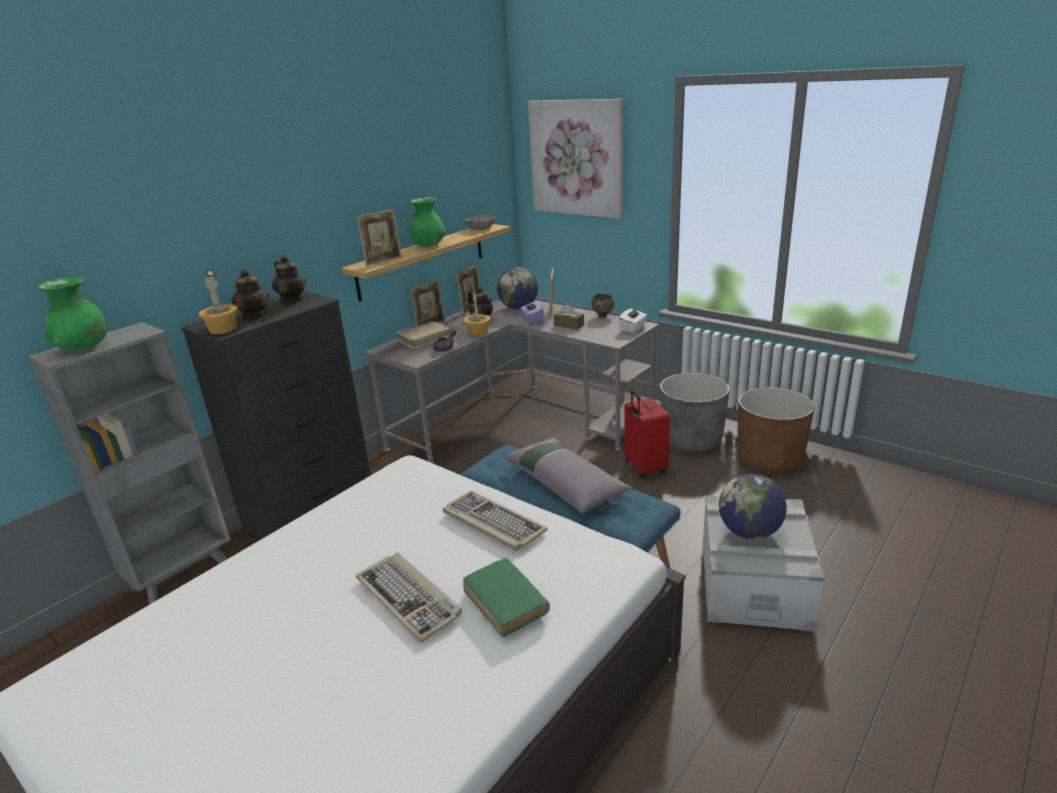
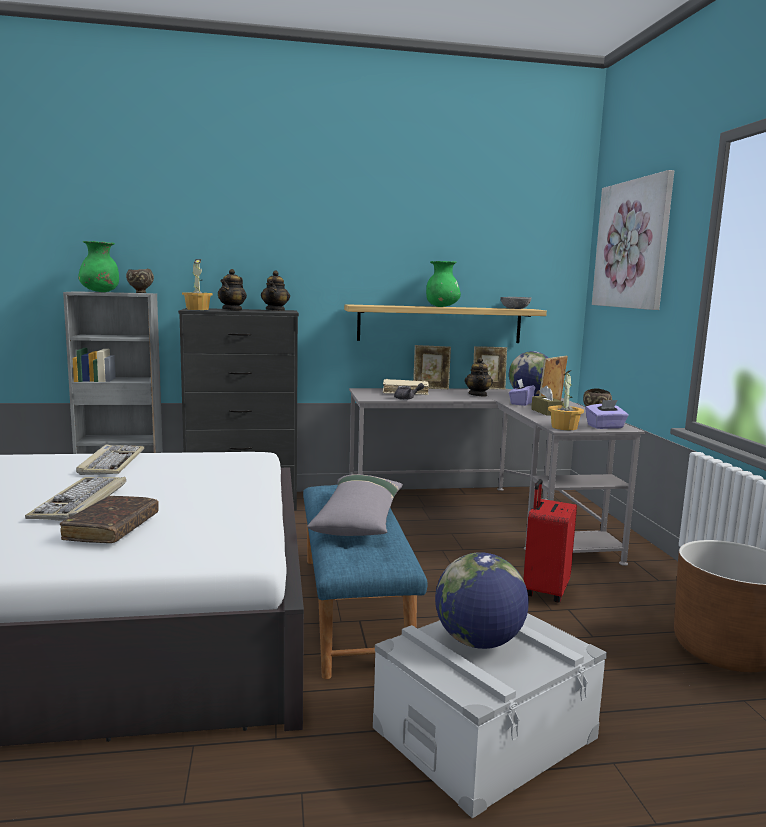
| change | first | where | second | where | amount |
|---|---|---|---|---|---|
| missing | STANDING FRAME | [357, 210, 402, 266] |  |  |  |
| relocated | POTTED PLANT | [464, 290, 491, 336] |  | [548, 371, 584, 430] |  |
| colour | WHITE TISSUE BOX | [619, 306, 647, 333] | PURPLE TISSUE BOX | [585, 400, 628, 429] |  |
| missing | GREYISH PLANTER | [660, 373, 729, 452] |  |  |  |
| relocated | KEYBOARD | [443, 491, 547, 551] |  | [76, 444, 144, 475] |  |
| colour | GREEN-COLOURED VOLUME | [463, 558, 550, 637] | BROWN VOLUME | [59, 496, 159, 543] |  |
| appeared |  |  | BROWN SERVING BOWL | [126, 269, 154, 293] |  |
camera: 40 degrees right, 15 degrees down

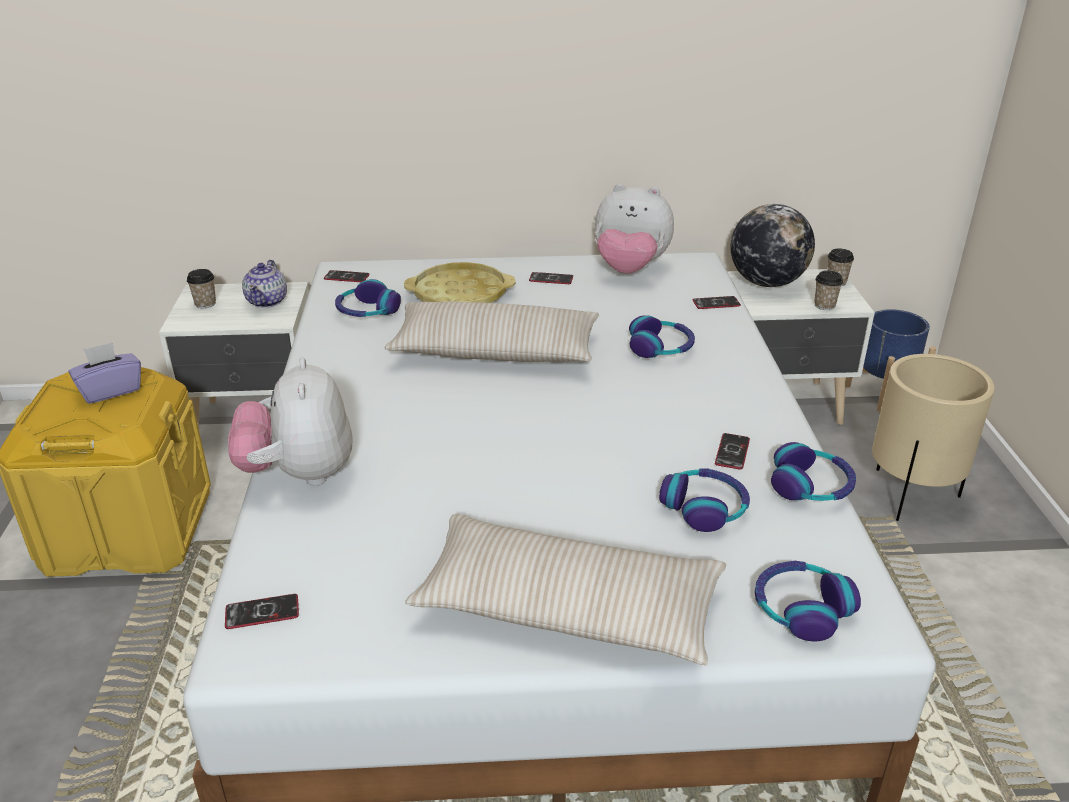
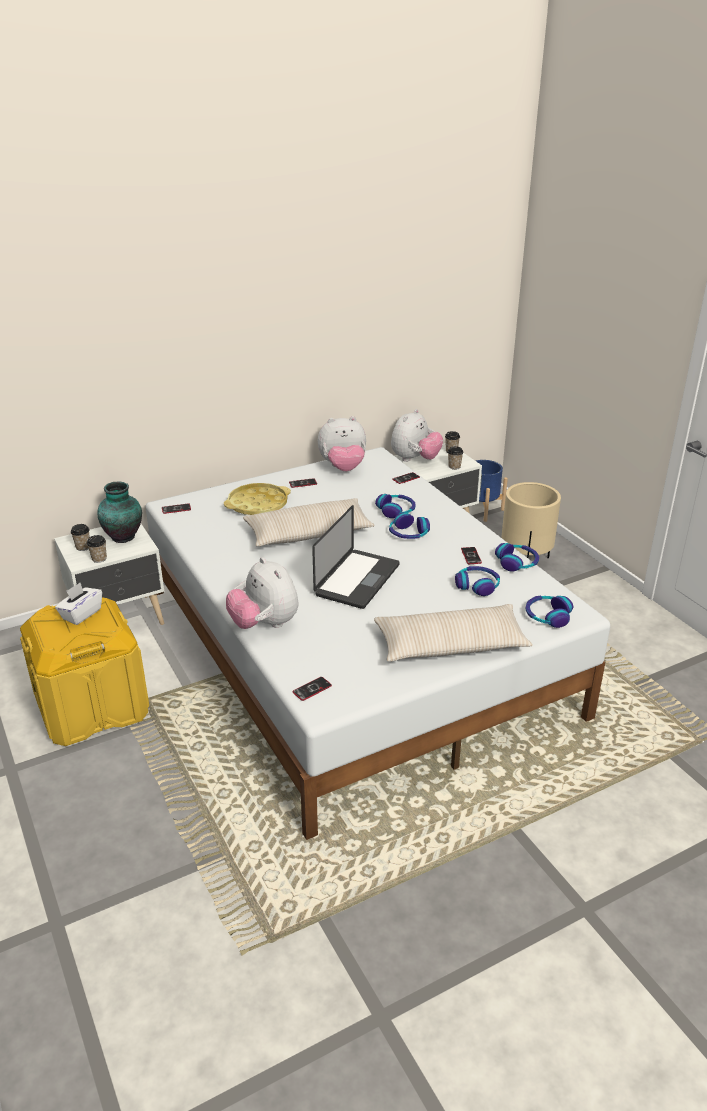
| change | first | where | second | where | amount |
|---|---|---|---|---|---|
| exchanged | GLOBE | [731, 204, 815, 287] | SOFT TOY | [391, 409, 443, 462] |  |
| exchanged | POT FOR TEA | [242, 260, 287, 308] | DECORATIVE VASE | [97, 481, 142, 543] |  |
| relocated | PAIR OF HEADPHONES | [335, 279, 401, 317] |  | [389, 513, 430, 539] |  |
| colour | PURPLE TISSUE BOX | [69, 342, 141, 404] | WHITE TISSUE BOX | [55, 583, 102, 625] |  |
| appeared |  |  | NOTEBOOK COMPUTER | [312, 505, 400, 609] |  |
| appeared |  |  | SMALL CUP | [87, 535, 107, 563] |  |
camera: 25 degrees left, 0 degrees up

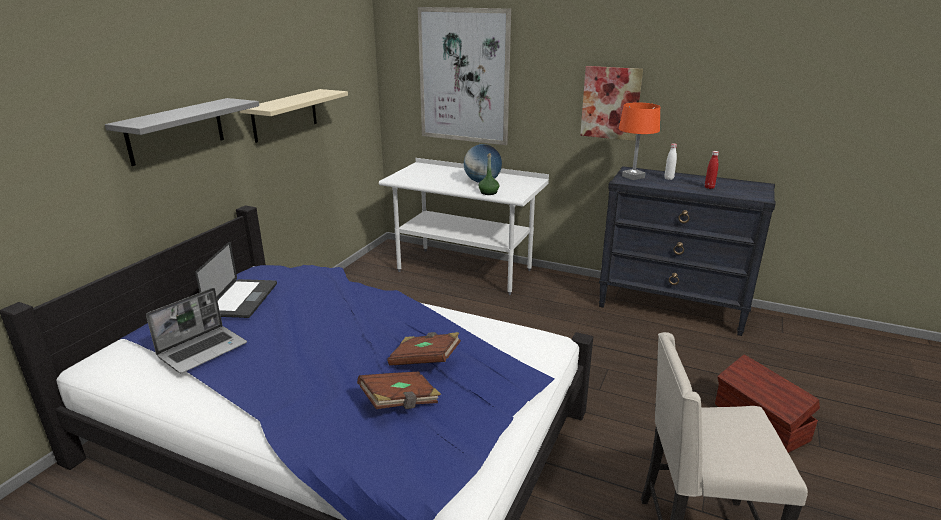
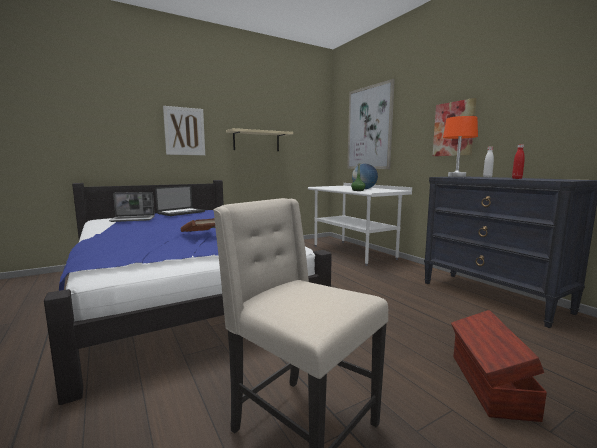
| change | first | where | second | where | amount |
|---|---|---|---|---|---|
| exchanged | GREYISH WALL SHELF | [105, 98, 259, 166] | PICTURE | [163, 106, 205, 155] |  |
| missing | BROWN VOLUME | [357, 372, 441, 409] |  |  |  |
camera: 35 degrees right, 15 degrees down

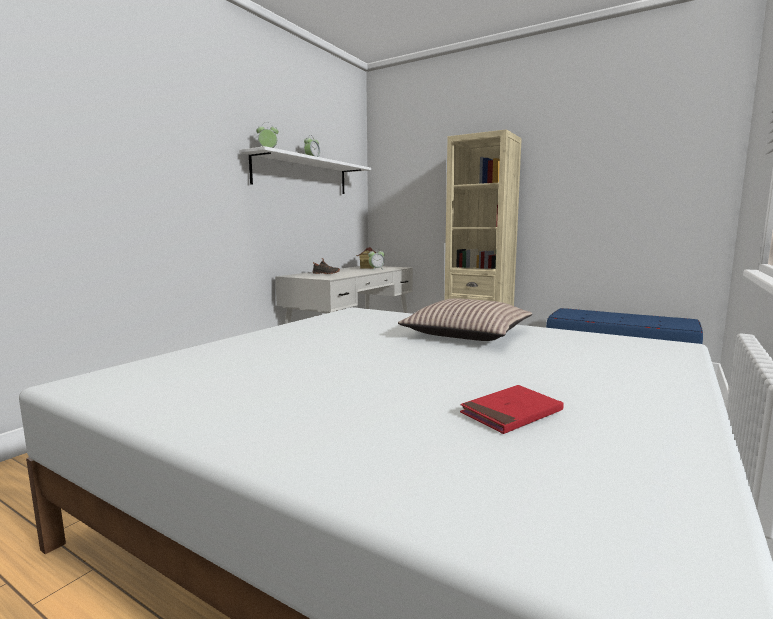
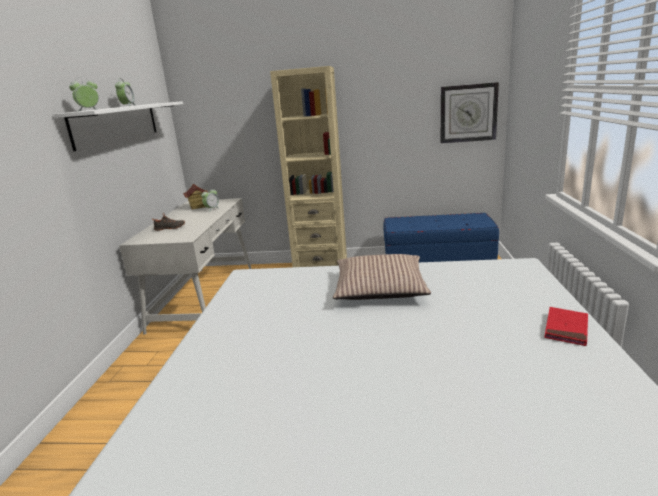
| change | first | where | second | where | amount |
|---|---|---|---|---|---|
| relocated | RED VOLUME | [460, 385, 564, 434] |  | [544, 307, 588, 346] |  |
| appeared |  |  | HANGING CLOCK | [441, 82, 499, 143] |  |
camera: 25 degrees left, 10 degrees up

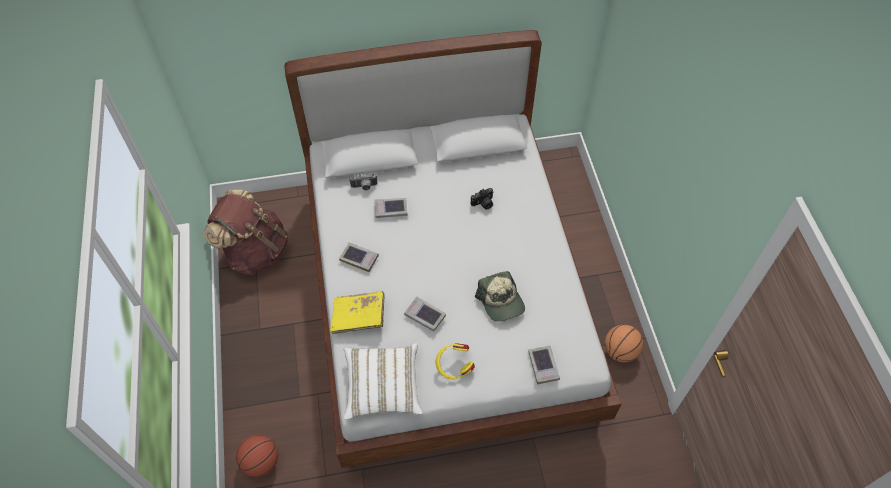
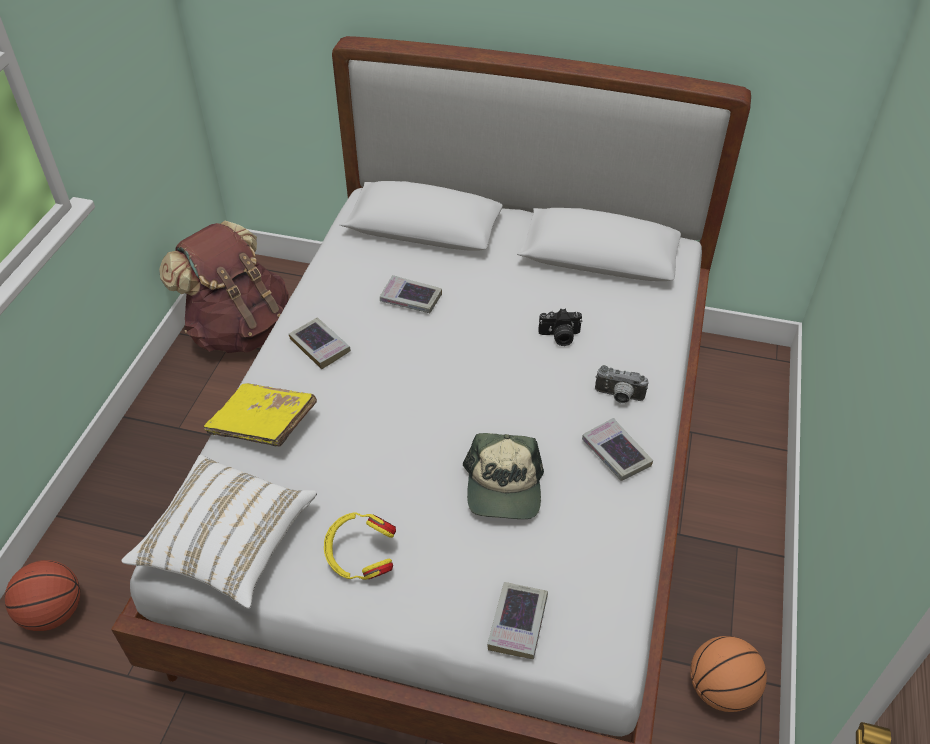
| change | first | where | second | where | amount |
|---|---|---|---|---|---|
| relocated | STILL CAMERA | [350, 172, 377, 190] |  | [595, 365, 649, 404] |  |
| relocated | VOLUME | [404, 296, 446, 332] |  | [582, 418, 653, 481] |  |
camera: 25 degrees right, 10 degrees down

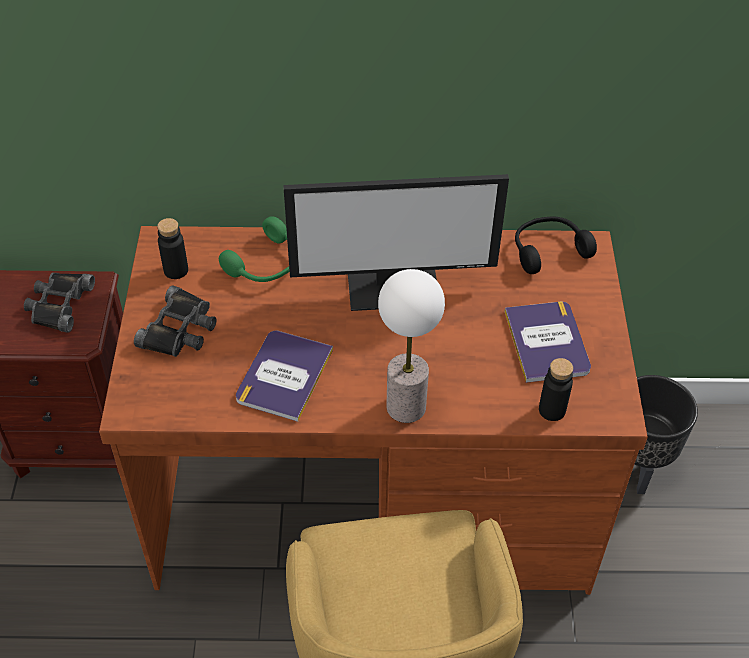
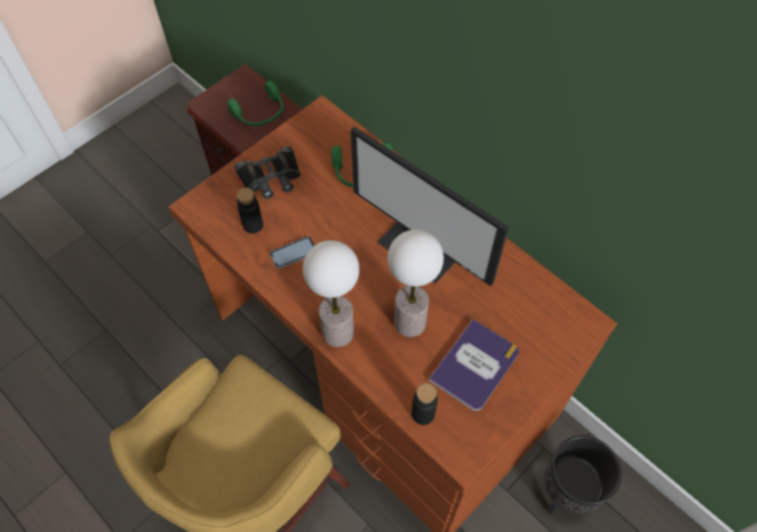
| change | first | where | second | where | amount |
|---|---|---|---|---|---|
| missing | BLACK-COLOURED PAIR OF HEADPHONES | [515, 217, 597, 274] |  |  |  |
| relocated | BLACK-COLOURED BOTTLE | [157, 218, 188, 279] |  | [237, 188, 263, 233] |  |
| exchanged | BLACK-COLOURED BINOCULARS | [24, 273, 95, 333] | GREEN-COLOURED PAIR OF HEADPHONES | [227, 81, 284, 126] |  |
| exchanged | VOLUME | [236, 331, 333, 422] | HANDSET | [270, 236, 315, 269] |  |
| appeared |  |  | TABLETOP LAMP | [388, 230, 444, 337] |  |
camera: 45 degrees right, 10 degrees up

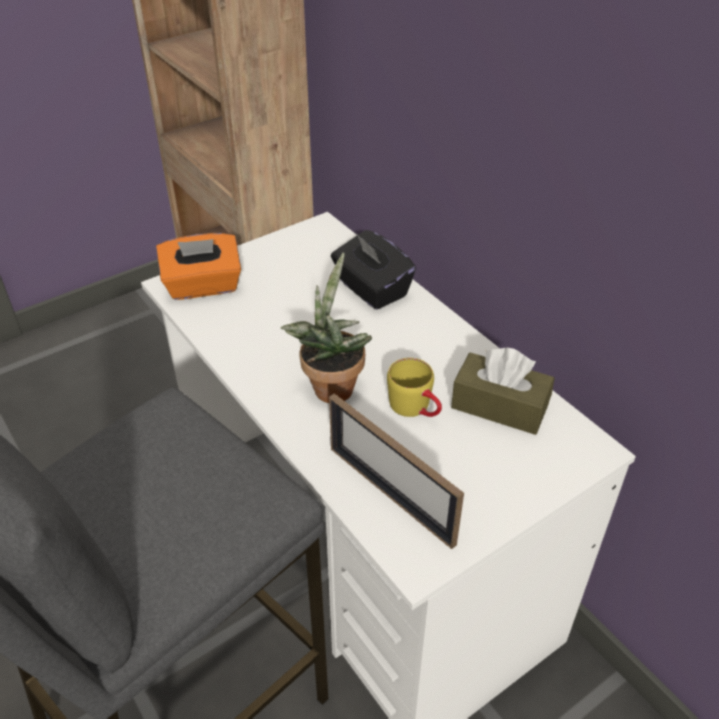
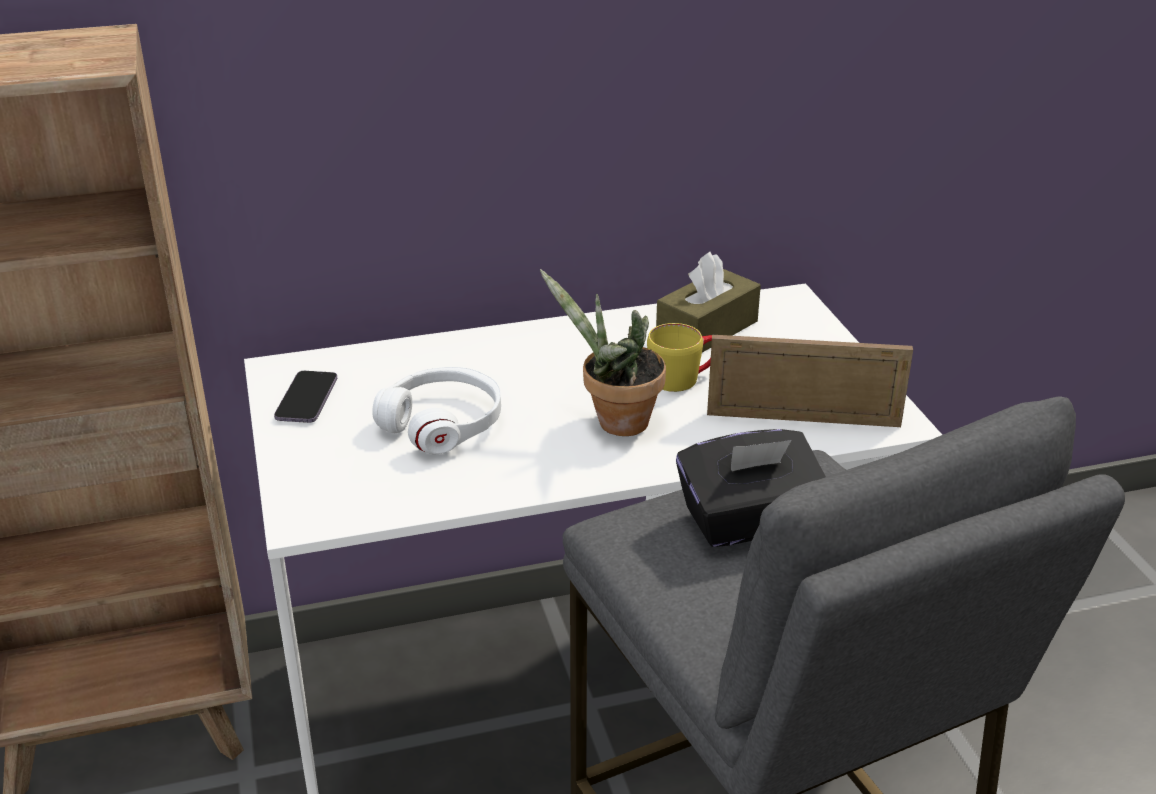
| change | first | where | second | where | amount |
|---|---|---|---|---|---|
| relocated | BLACK-COLOURED TISSUE BOX | [331, 230, 416, 310] |  | [676, 429, 826, 547] |  |
| missing | ORANGEY TISSUE BOX | [156, 233, 241, 300] |  |  |  |
| spun | STANDING FRAME | [329, 393, 464, 549] |  | [707, 335, 913, 427] | 150 degrees counterclockwise |
| appeared |  |  | WHITE PAIR OF HEADPHONES | [372, 367, 501, 454] |  |
| appeared |  |  | HANDSET | [274, 371, 337, 423] |  |
camera: 70 degrees left, 10 degrees down

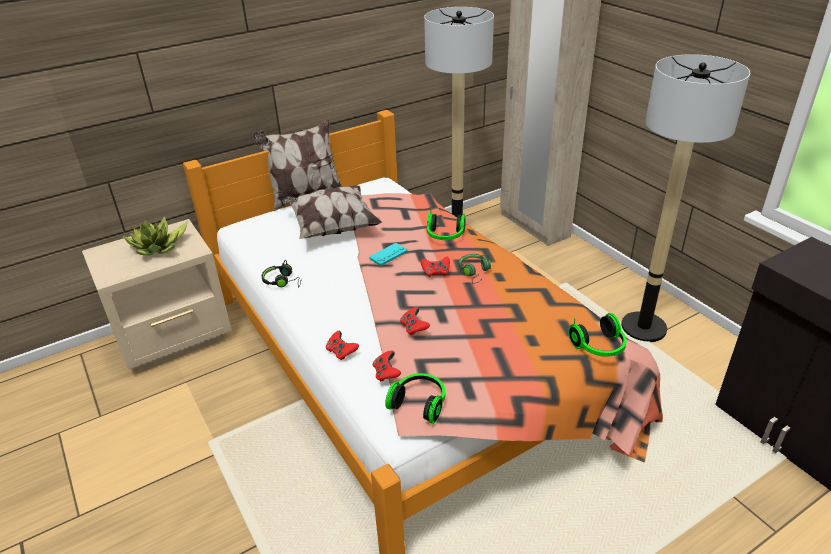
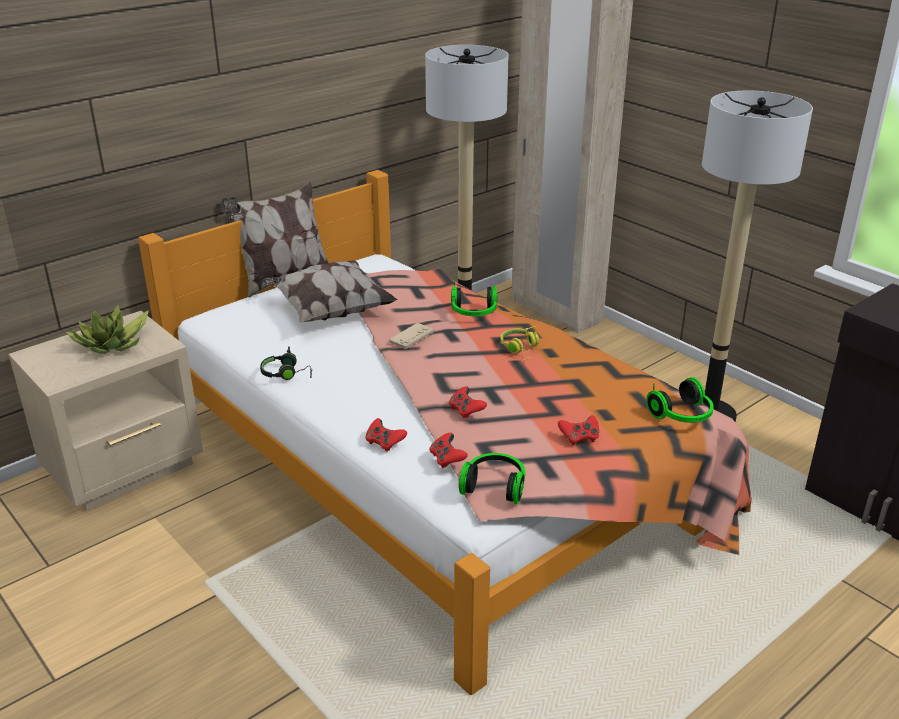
| change | first | where | second | where | amount |
|---|---|---|---|---|---|
| colour | TURQUOISE GAMEPAD | [370, 243, 408, 266] | BEIGE GAMEPAD | [389, 323, 434, 349] |  |
| colour | GREEN-COLOURED PAIR OF HEADPHONES | [459, 254, 491, 284] | YELLOWISH PAIR OF HEADPHONES | [500, 326, 539, 360] |  |
| relocated | RED GAMEPAD | [421, 257, 450, 277] |  | [558, 415, 599, 445] |  |
camera: 10 degrees left, 5 degrees down

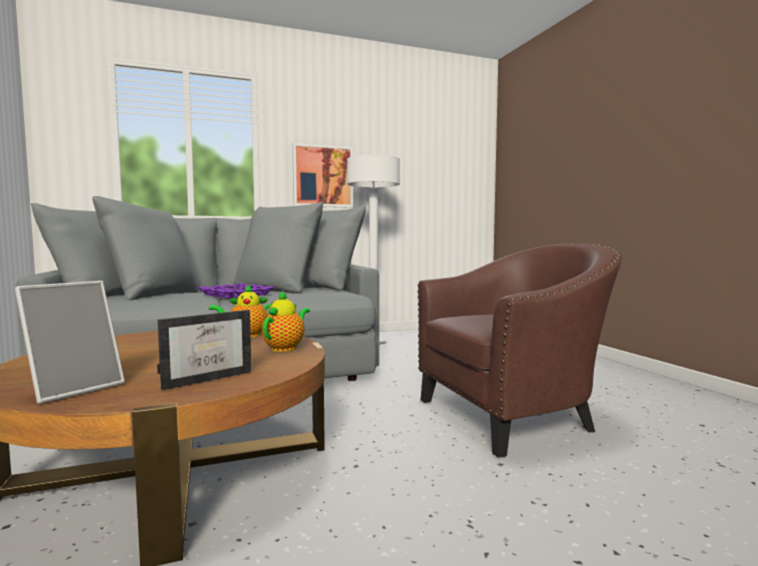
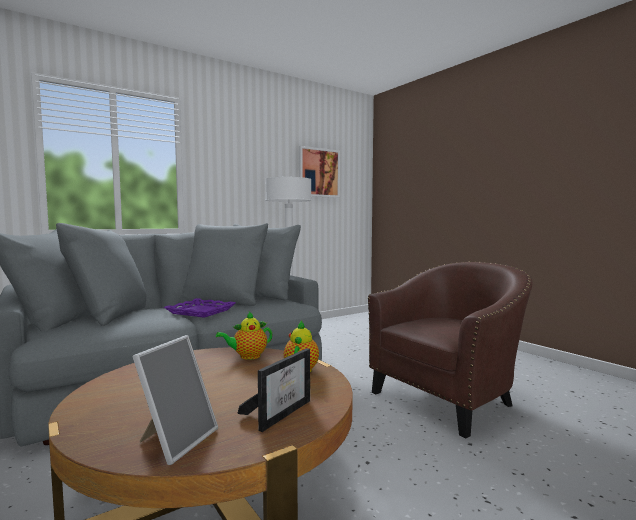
| change | first | where | second | where | amount |
|---|---|---|---|---|---|
| relocated | PICTURE | [292, 143, 353, 208] |  | [299, 146, 340, 198] |  |
camera: 15 degrees left, 0 degrees up

